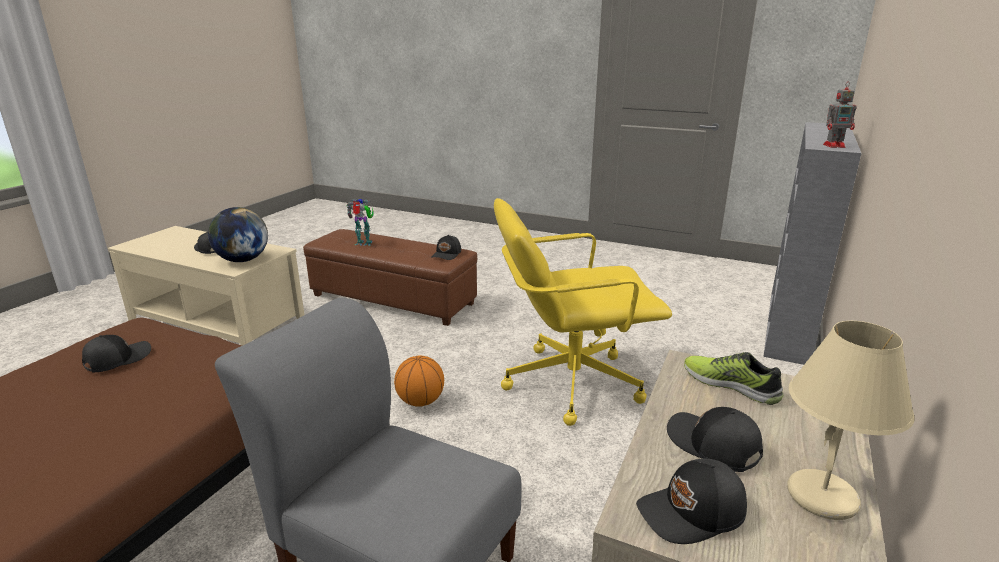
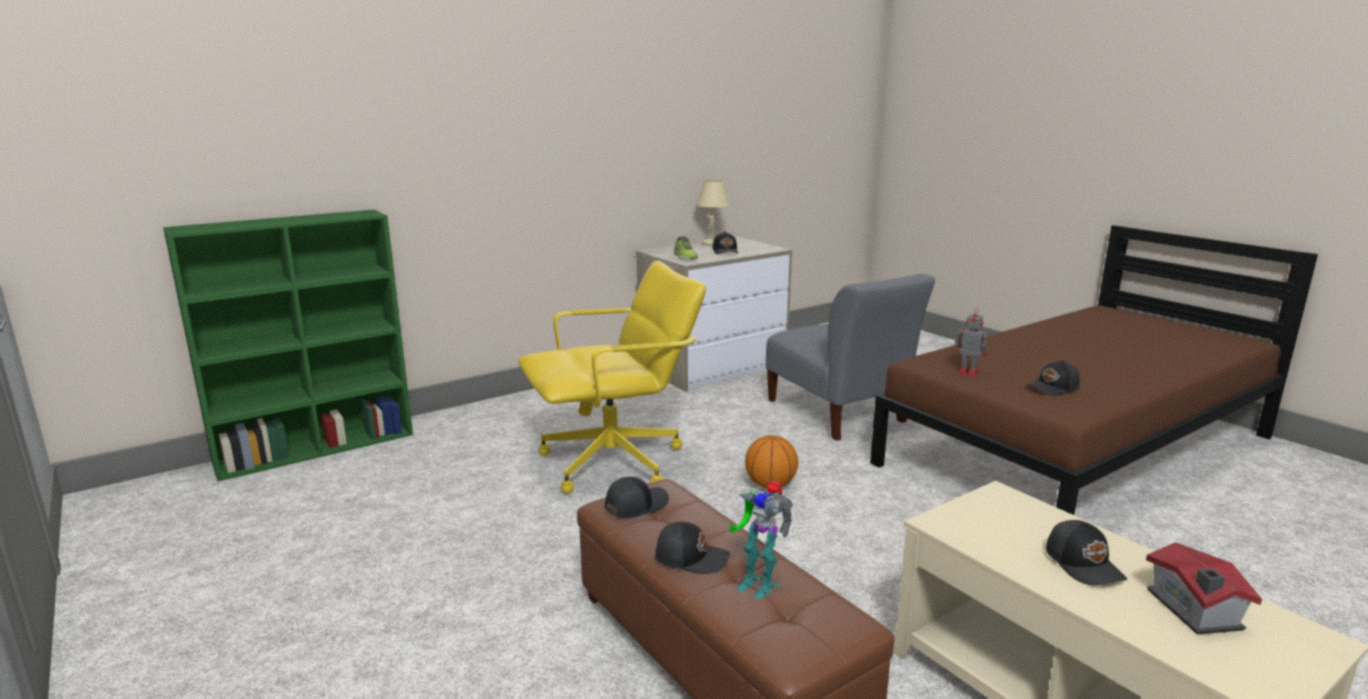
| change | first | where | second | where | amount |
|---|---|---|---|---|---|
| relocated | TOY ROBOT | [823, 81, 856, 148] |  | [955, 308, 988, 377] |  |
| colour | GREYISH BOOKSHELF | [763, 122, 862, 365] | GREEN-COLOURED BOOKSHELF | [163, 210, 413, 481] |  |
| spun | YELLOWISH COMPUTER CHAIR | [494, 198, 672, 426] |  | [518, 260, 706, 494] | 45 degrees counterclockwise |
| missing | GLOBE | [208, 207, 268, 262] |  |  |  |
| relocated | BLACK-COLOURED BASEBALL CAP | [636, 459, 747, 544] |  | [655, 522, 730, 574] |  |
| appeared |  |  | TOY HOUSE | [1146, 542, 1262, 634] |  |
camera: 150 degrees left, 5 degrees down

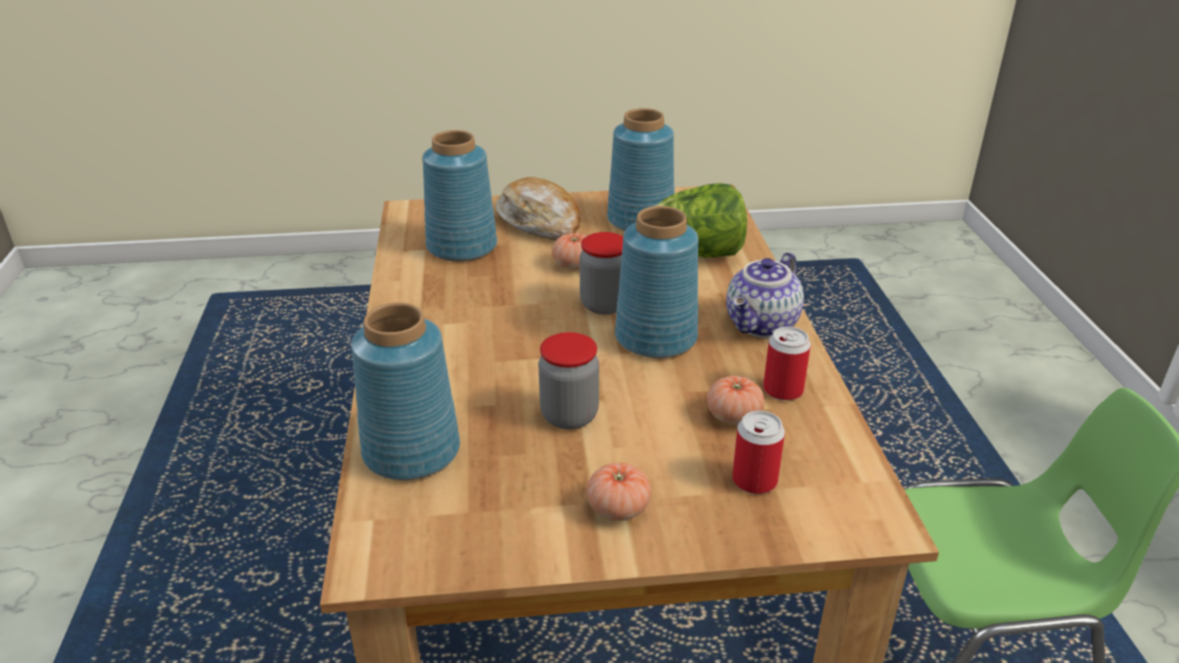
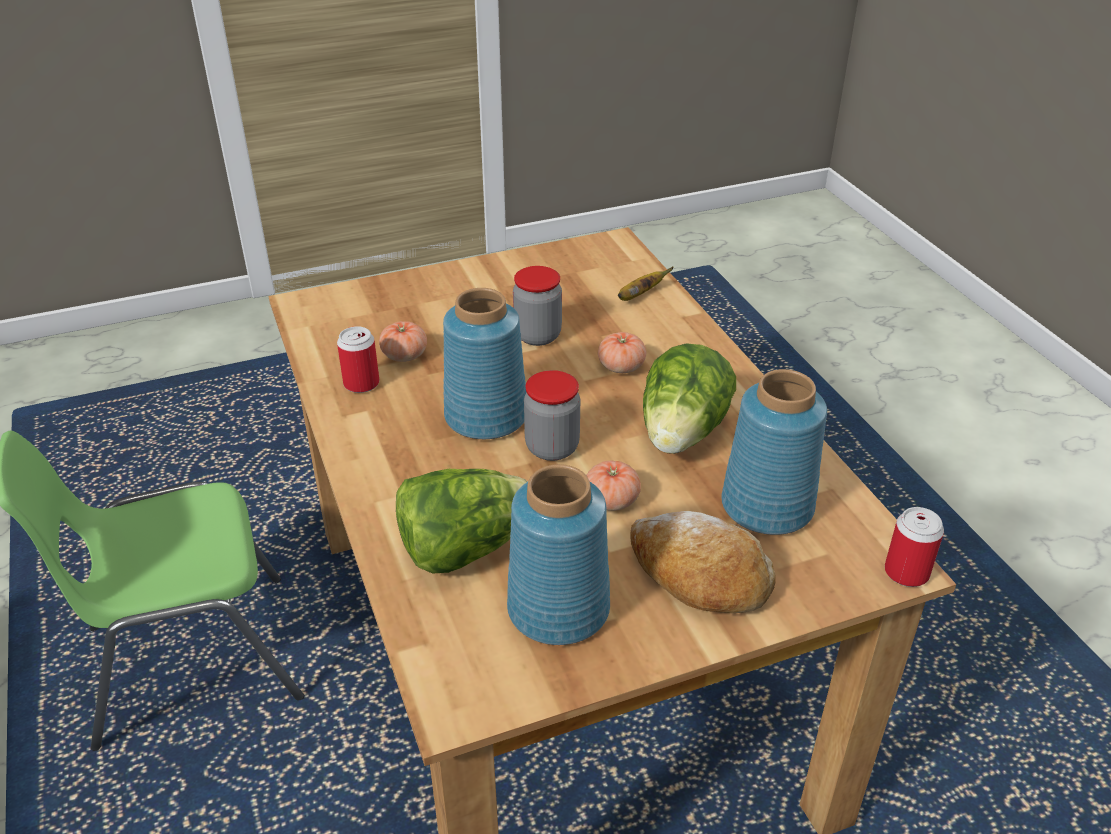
| change | first | where | second | where | amount |
|---|---|---|---|---|---|
| missing | POT FOR TEA | [726, 252, 804, 338] |  |  |  |
| exchanged | BLUE DECORATIVE VASE | [351, 302, 460, 480] | BANANA FRUIT | [618, 267, 674, 301] |  |
| relocated | METAL CAN | [732, 411, 785, 494] |  | [885, 507, 944, 587] |  |
| relocated | TOMATO | [586, 463, 651, 521] |  | [598, 332, 646, 373] |  |
| appeared |  |  | LETTUCE HEAD | [643, 343, 736, 454] |  |
camera: 165 degrees right, 5 degrees up

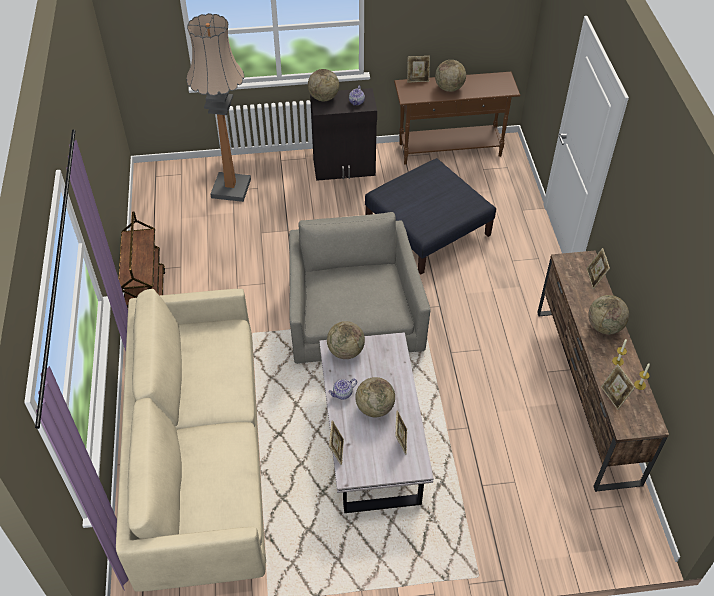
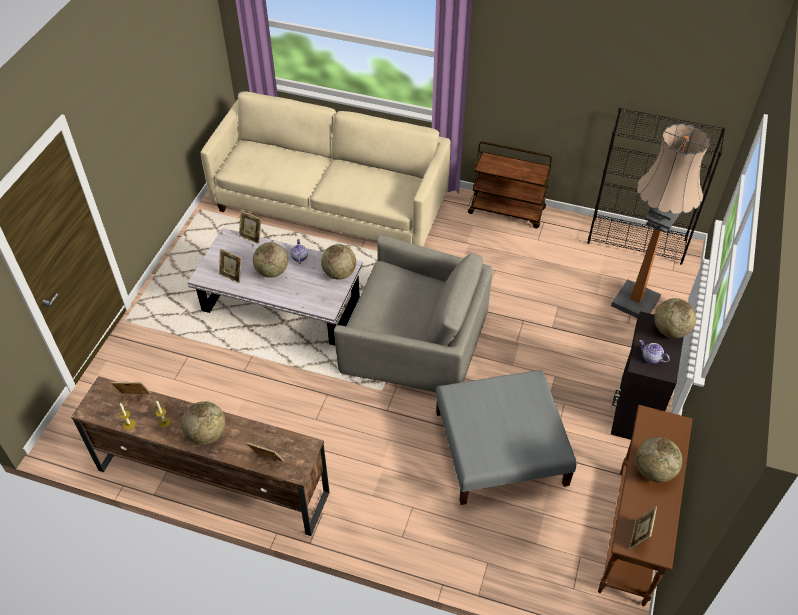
| change | first | where | second | where | amount |
|---|---|---|---|---|---|
| relocated | STANDING FRAME | [407, 56, 430, 83] |  | [629, 507, 657, 550] |  |
| colour | BLUE OTTOMAN | [365, 158, 496, 274] | GREYISH OTTOMAN | [436, 370, 577, 505] |  |
| appeared |  |  | BLACK-COLOURED BOOKSHELF | [587, 108, 725, 265] |  |
camera: 115 degrees right, 0 degrees up

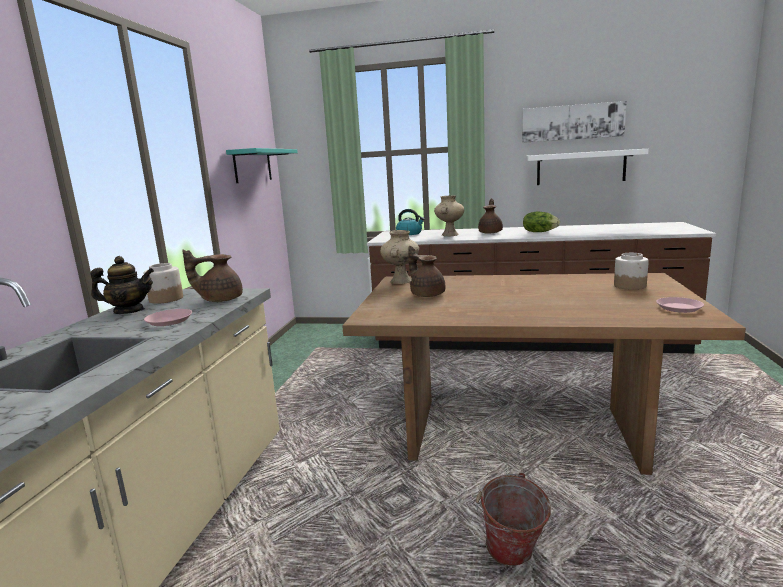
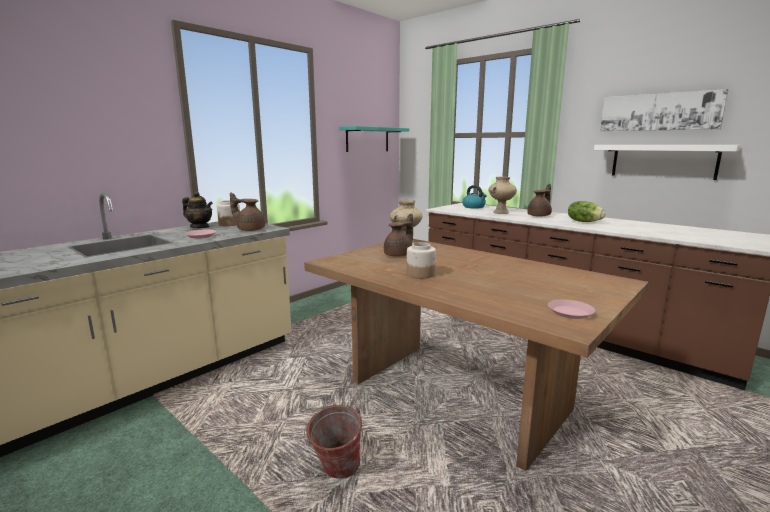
| change | first | where | second | where | amount |
|---|---|---|---|---|---|
| spun | BROWN POT FOR TEA | [408, 246, 445, 297] |  | [384, 214, 413, 257] | 45 degrees clockwise |
| relocated | PRESERVE JAR | [614, 253, 649, 290] |  | [407, 242, 436, 279] |  |
camera: 30 degrees right, 0 degrees up

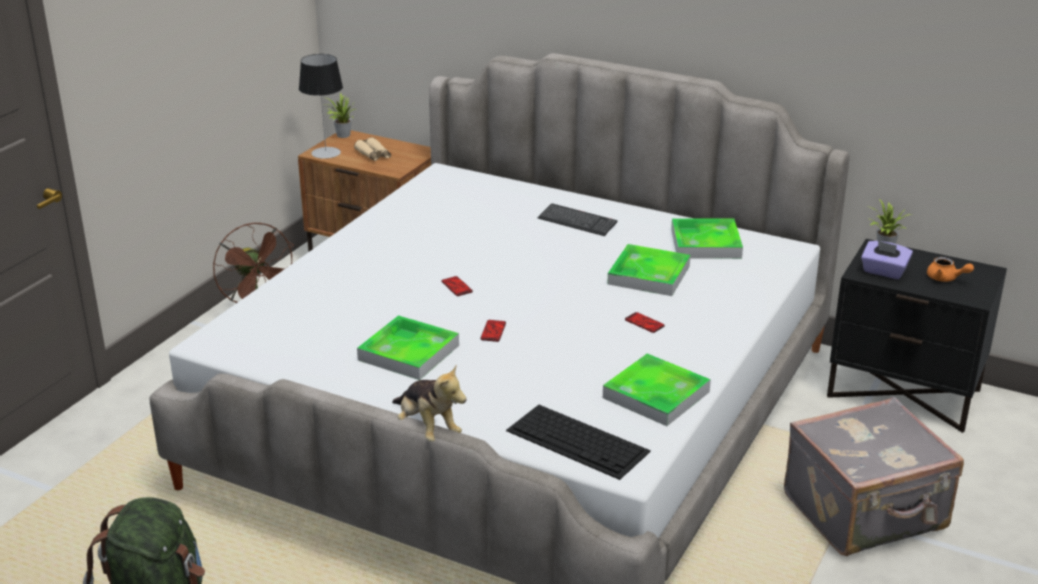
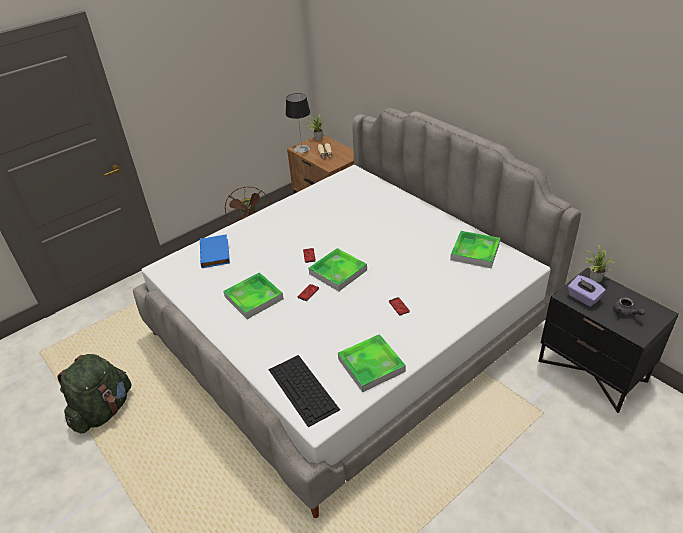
| change | first | where | second | where | amount |
|---|---|---|---|---|---|
| missing | KEYBOARD | [538, 204, 617, 236] |  |  |  |
| relocated | SERVING TRAY | [607, 244, 690, 296] |  | [309, 248, 367, 291] |  |
| colour | ORANGEY POT FOR TEA | [927, 257, 974, 282] | GREYISH POT FOR TEA | [613, 297, 646, 317] |  |
| missing | SOFT TOY | [392, 366, 466, 442] |  |  |  |
| missing | GREYISH TRAVEL CASE | [784, 397, 964, 556] |  |  |  |
| appeared |  |  | BLUE VOLUME | [200, 234, 230, 268] |  |
camera: 25 degrees right, 10 degrees up

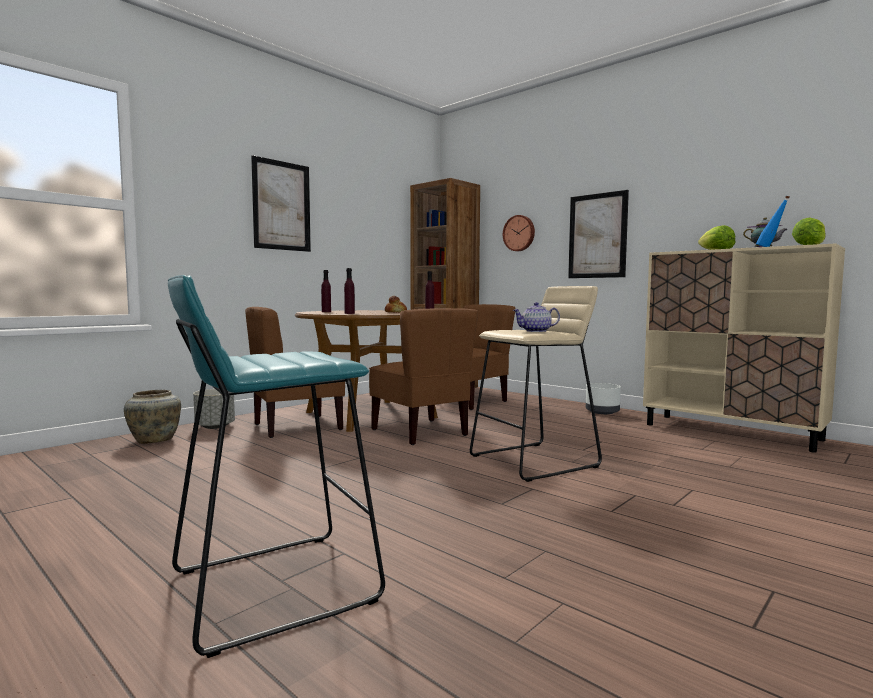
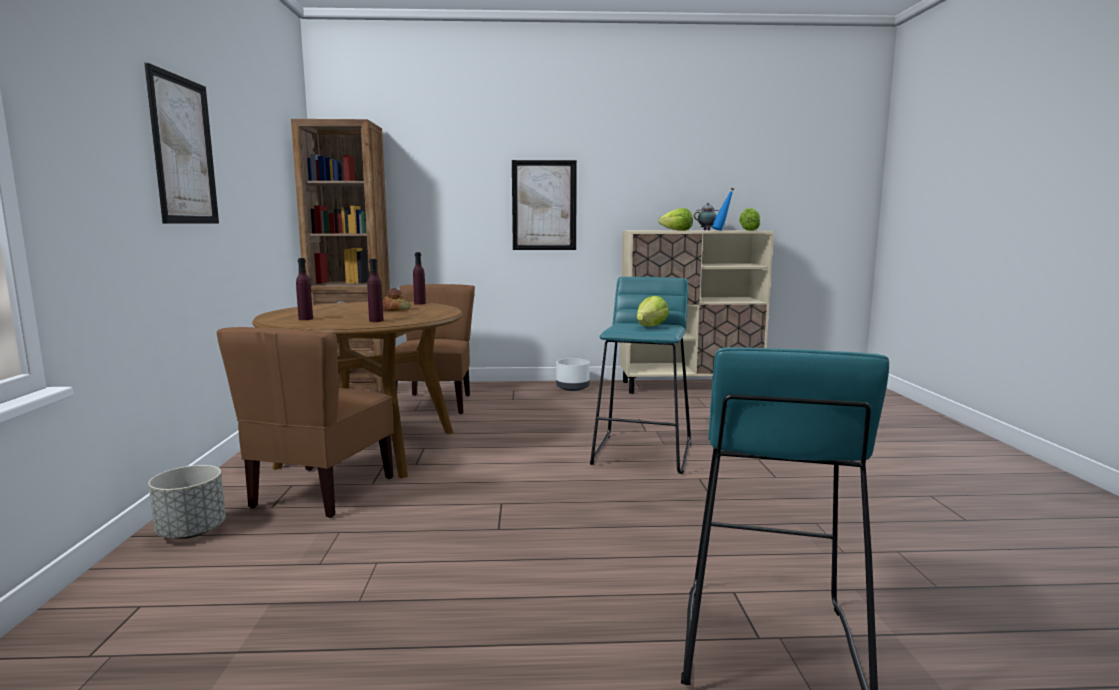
| change | first | where | second | where | amount |
|---|---|---|---|---|---|
| missing | HANGING CLOCK | [503, 215, 535, 251] |  |  |  |
| colour | BEIGE SITTING STOOL | [470, 286, 602, 482] | TURQUOISE SITTING STOOL | [590, 277, 691, 474] |  |
| exchanged | POT FOR TEA | [513, 302, 560, 332] | LETTUCE HEAD | [637, 296, 669, 326] |  |
| missing | BROWN UPRIGHT CHAIR | [369, 308, 478, 445] |  |  |  |
| missing | BEIGE DECORATIVE VASE | [124, 390, 181, 444] |  |  |  |
camera: 45 degrees left, 5 degrees up

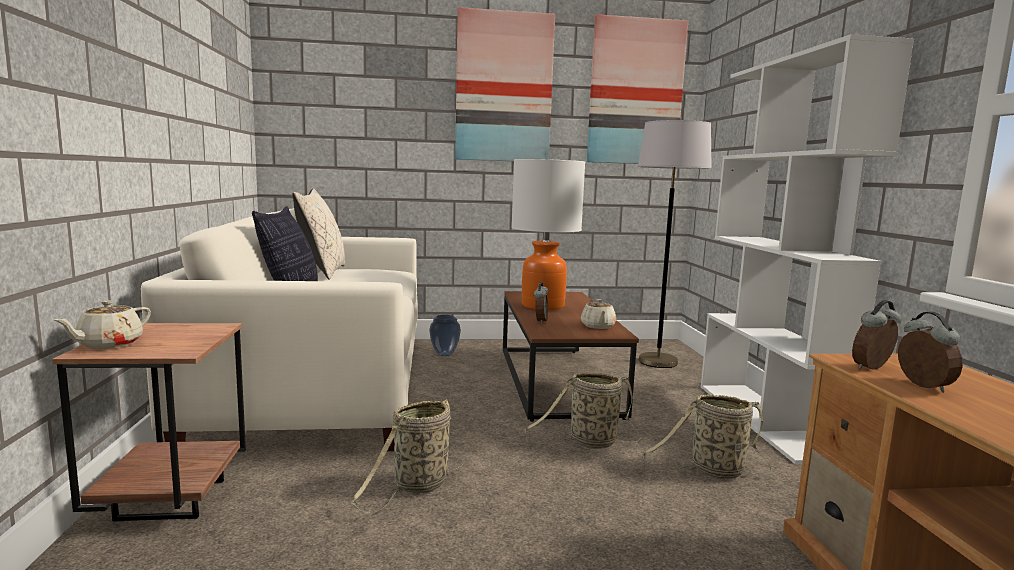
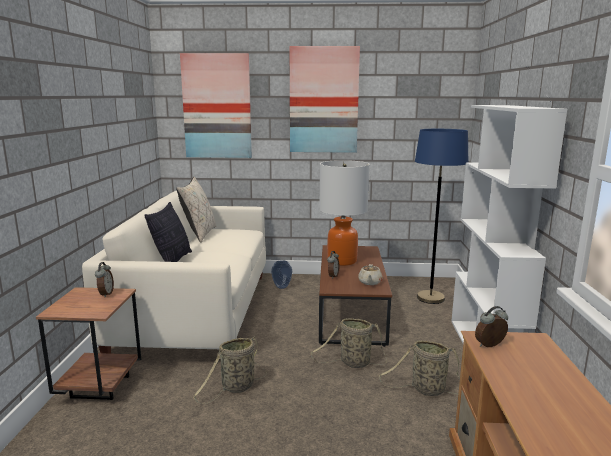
| change | first | where | second | where | amount |
|---|---|---|---|---|---|
| relocated | PICTURE | [587, 14, 688, 164] |  | [180, 53, 252, 158] |  |
| colour | GREYISH FLOOR LAMP | [638, 120, 712, 368] | BLUE FLOOR LAMP | [415, 129, 468, 304] |  |
| missing | BEIGE POT FOR TEA | [54, 300, 151, 349] |  |  |  |
| relocated | BEDSIDE CLOCK | [898, 311, 963, 393] |  | [95, 262, 114, 297] |  |
camera: 10 degrees right, 5 degrees up

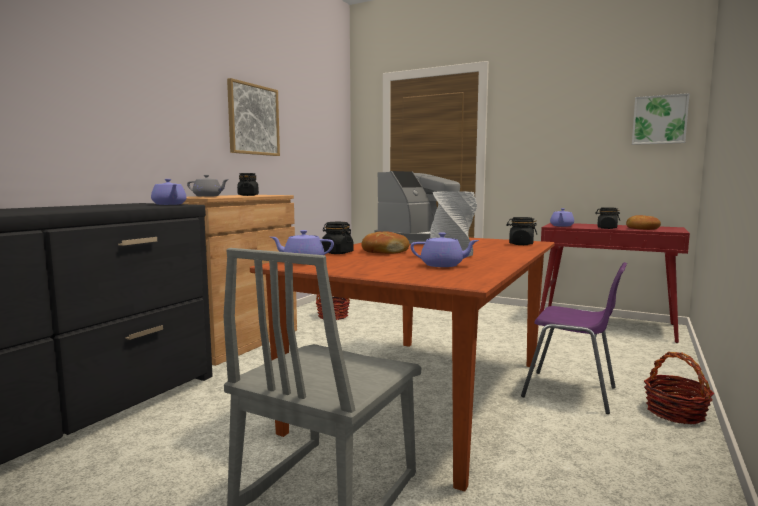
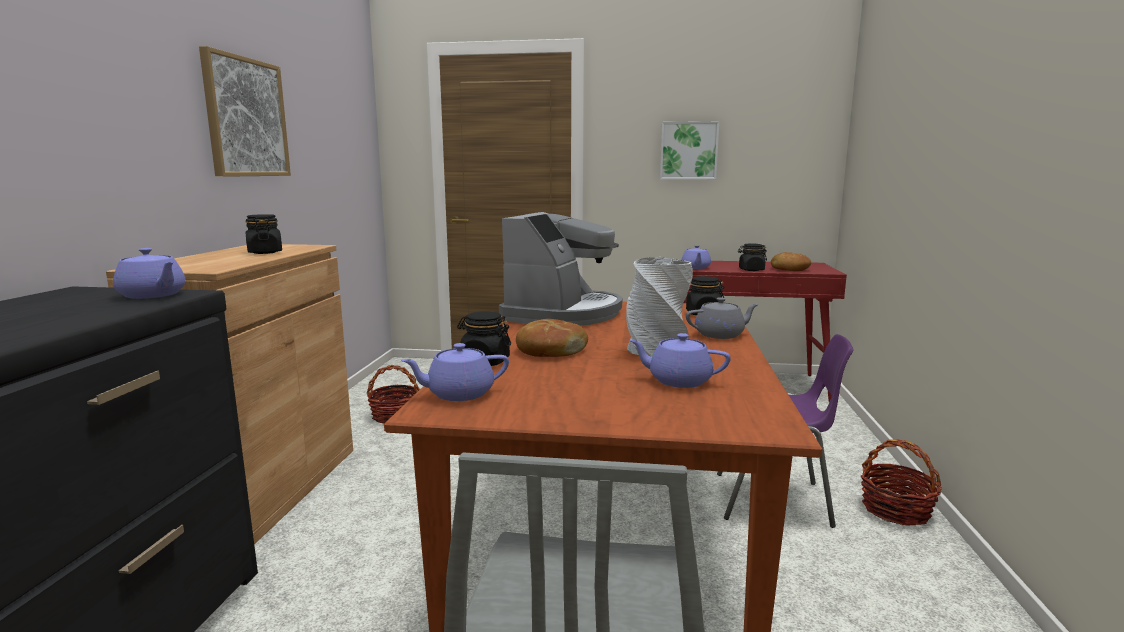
| change | first | where | second | where | amount |
|---|---|---|---|---|---|
| relocated | PICTURE | [632, 93, 690, 145] |  | [660, 121, 719, 179] |  |
| relocated | GREYISH POT FOR TEA | [187, 175, 229, 197] |  | [686, 297, 759, 339] |  |
| spun | PURPLE POT FOR TEA | [410, 232, 479, 267] |  | [629, 333, 731, 388] | 150 degrees counterclockwise |
camera: 20 degrees left, 5 degrees up

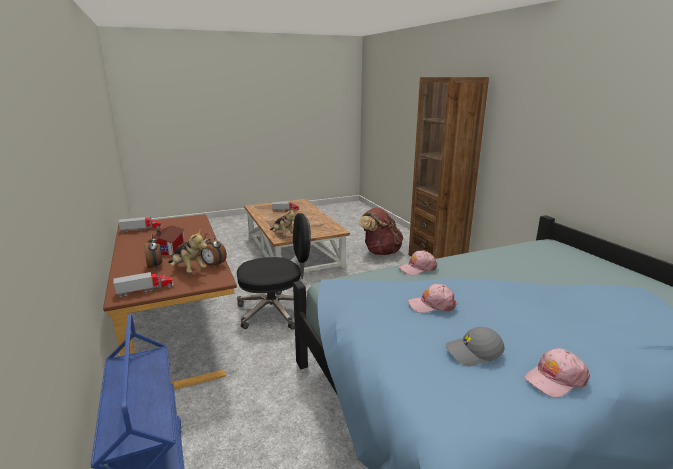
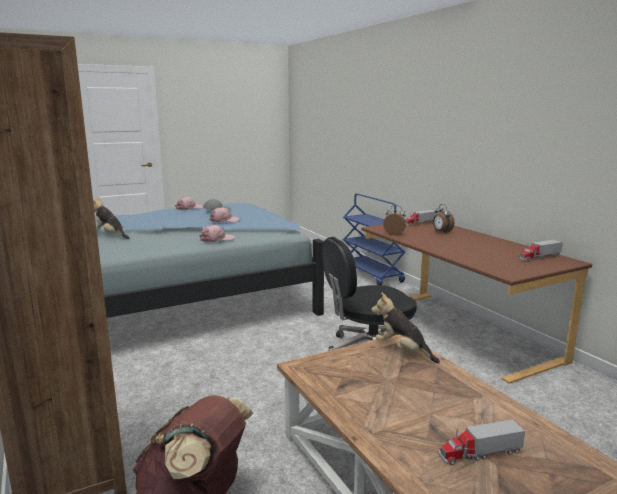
| change | first | where | second | where | amount |
|---|---|---|---|---|---|
| missing | TOY HOUSE | [146, 225, 185, 255] |  |  |  |
| relocated | SOFT TOY | [168, 231, 208, 273] |  | [93, 197, 130, 239] |  |
camera: 175 degrees right, 5 degrees down

